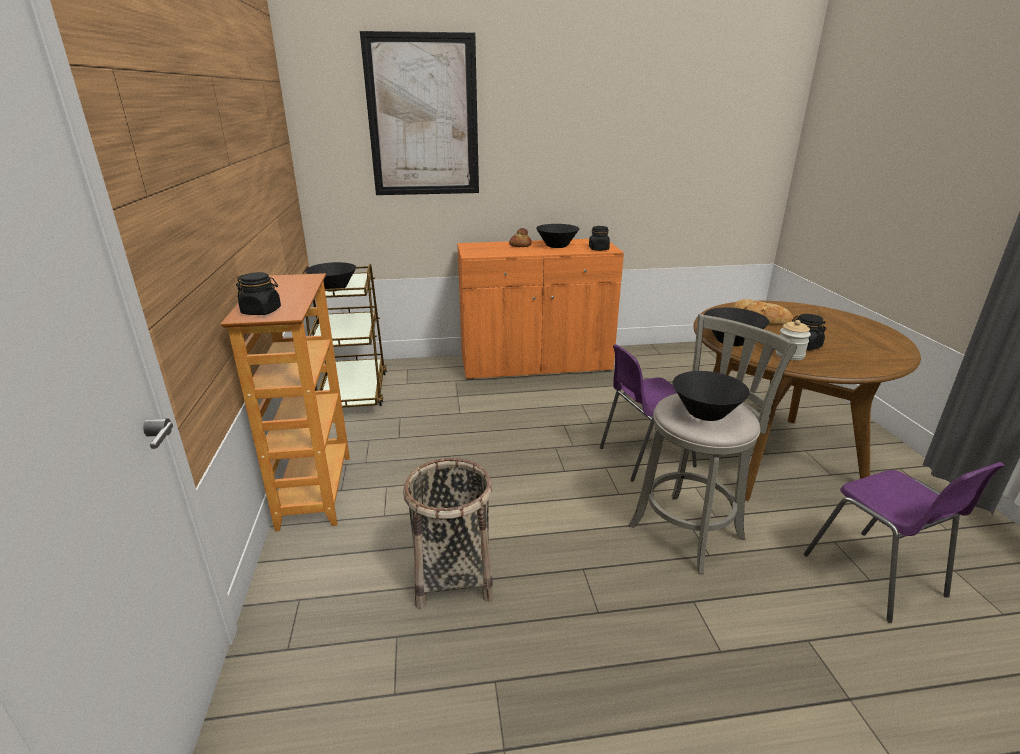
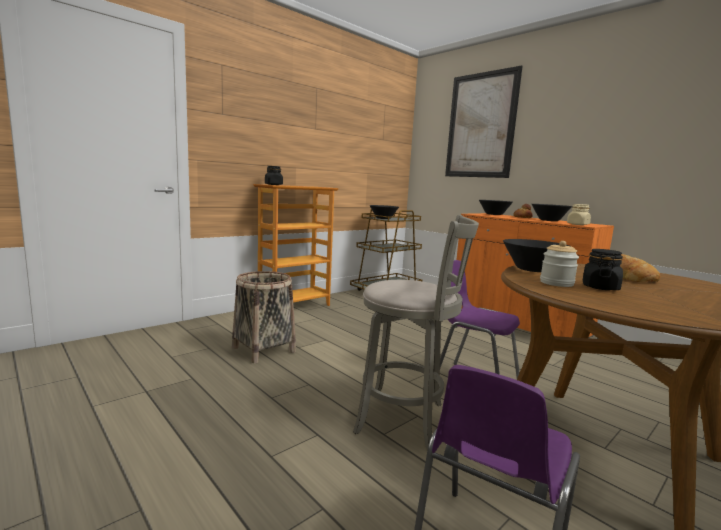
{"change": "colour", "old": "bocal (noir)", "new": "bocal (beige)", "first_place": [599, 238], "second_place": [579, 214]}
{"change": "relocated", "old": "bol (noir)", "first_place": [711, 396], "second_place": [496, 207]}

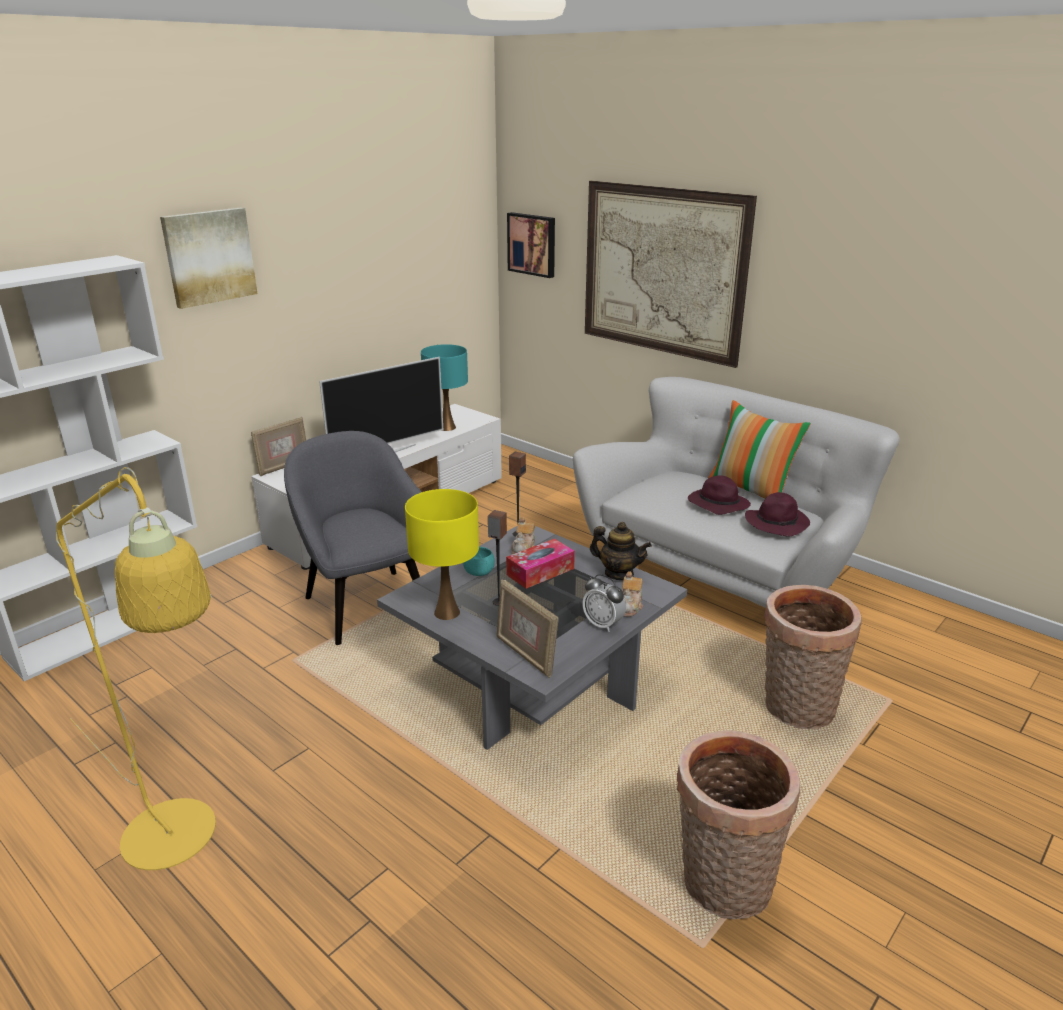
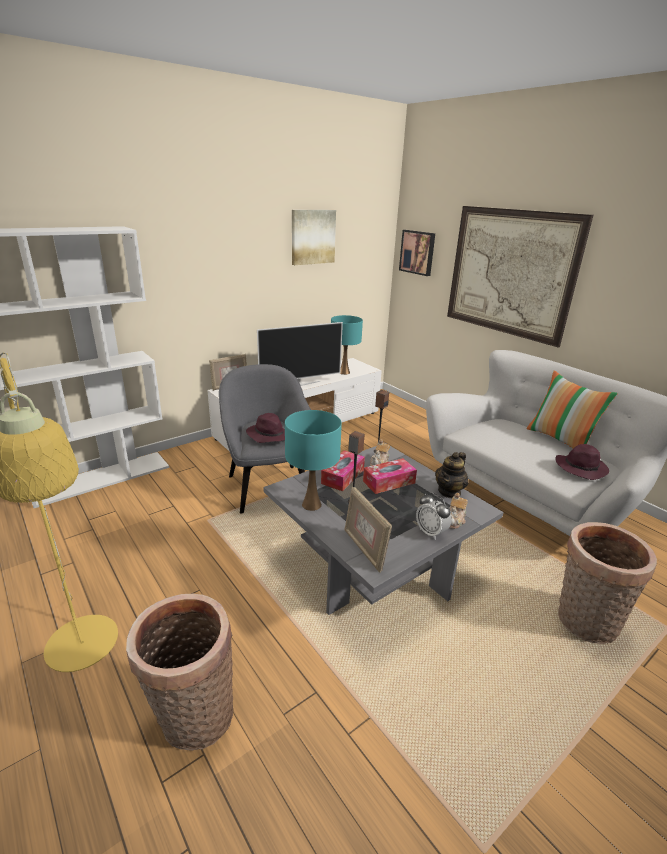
{"change": "relocated", "old": "tableau", "first_place": [208, 258], "second_place": [314, 237]}
{"change": "colour", "old": "lampe de table (jaune)", "new": "lampe de table (turquoise)", "first_place": [442, 554], "second_place": [313, 460]}
{"change": "exchanged", "old": "bol (turquoise)", "new": "boîte à mouchoirs", "first_place": [479, 561], "second_place": [343, 470]}
{"change": "spun", "old": "théière", "first_place": [621, 551], "second_place": [452, 475], "degrees": 90}
{"change": "relocated", "old": "panier", "first_place": [738, 824], "second_place": [179, 672]}
{"change": "relocated", "old": "chapeau (violet)", "first_place": [719, 495], "second_place": [265, 428]}

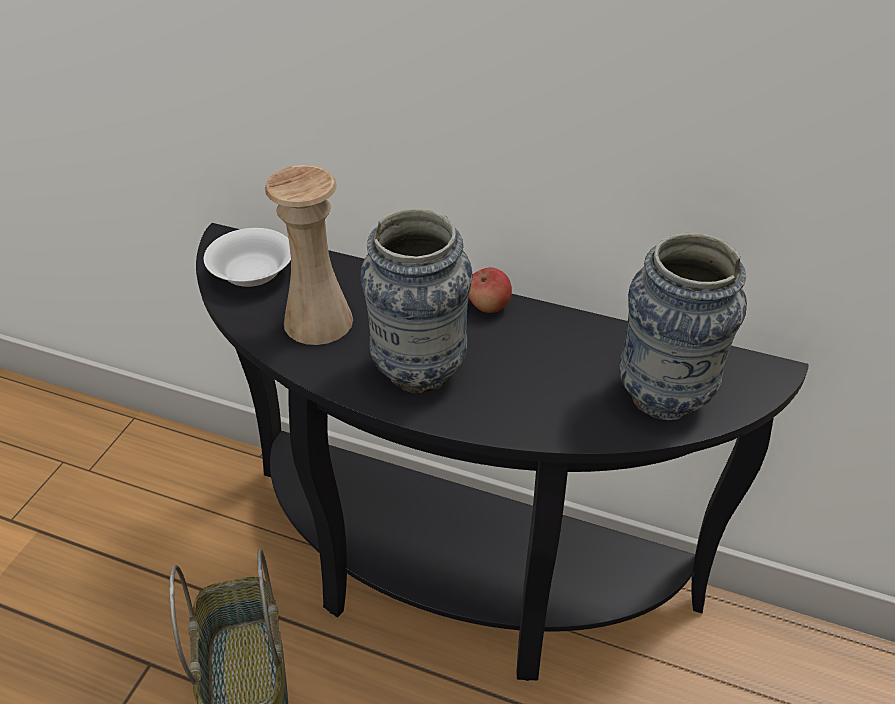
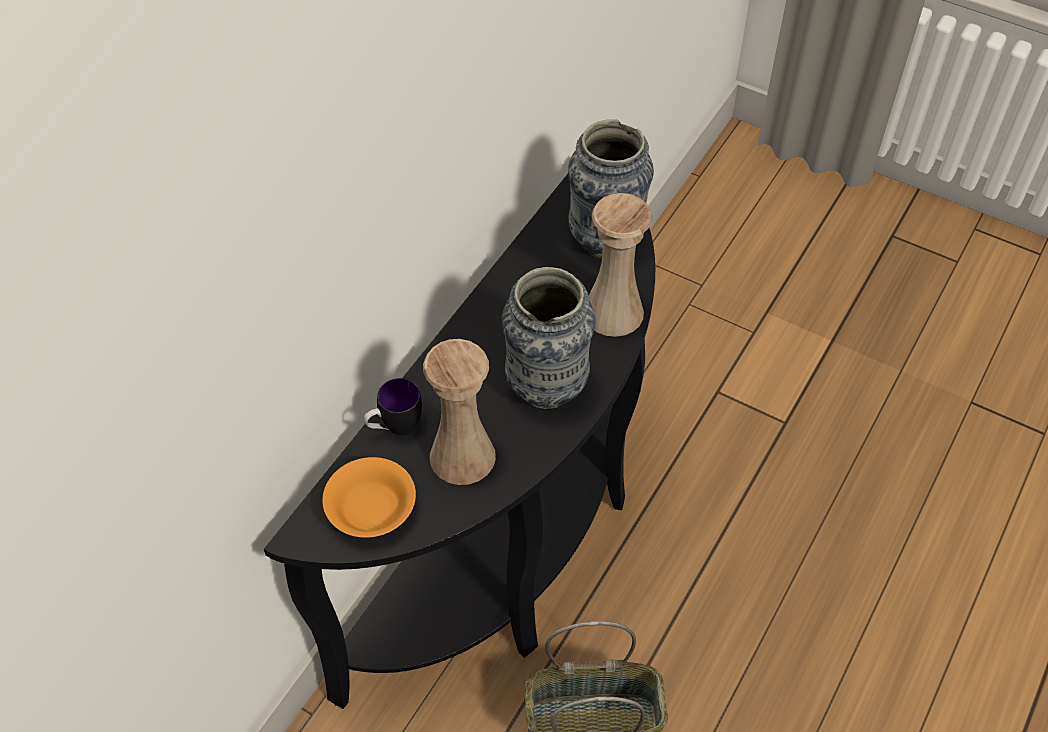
{"change": "colour", "old": "bol (blanc)", "new": "bol (orange)", "first_place": [247, 257], "second_place": [369, 497]}
{"change": "missing", "old": "pomme", "first_place": [490, 290]}
{"change": "appeared", "new": "mug", "second_place": [392, 406]}
{"change": "appeared", "new": "vase (beige)", "second_place": [620, 265]}

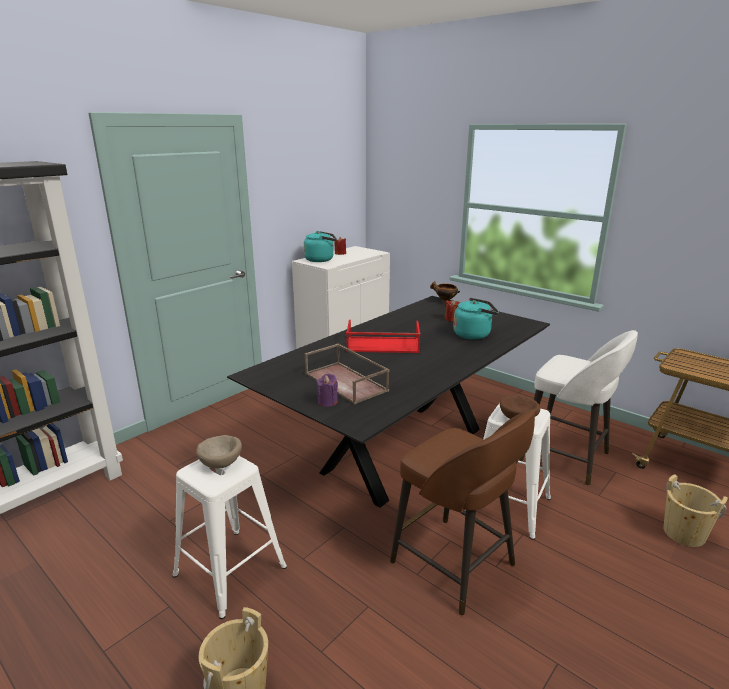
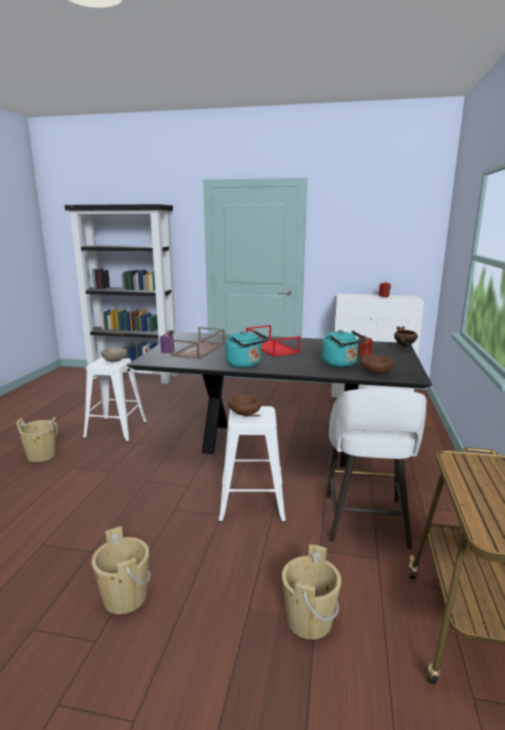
{"change": "relocated", "old": "bouilloire (turquoise)", "first_place": [320, 246], "second_place": [246, 349]}
{"change": "missing", "old": "tabouret (marron)", "first_place": [462, 512]}
{"change": "appeared", "new": "seau (beige)", "second_place": [121, 570]}
{"change": "appeared", "new": "bol (marron)", "second_place": [377, 364]}

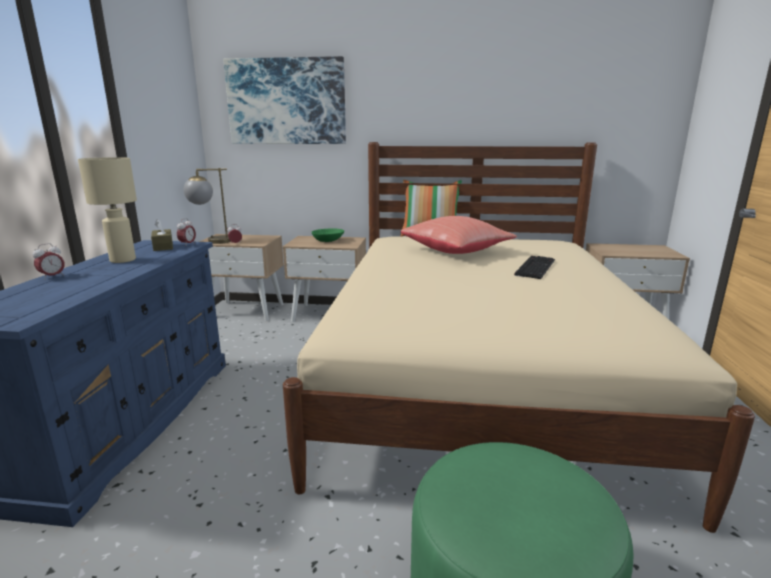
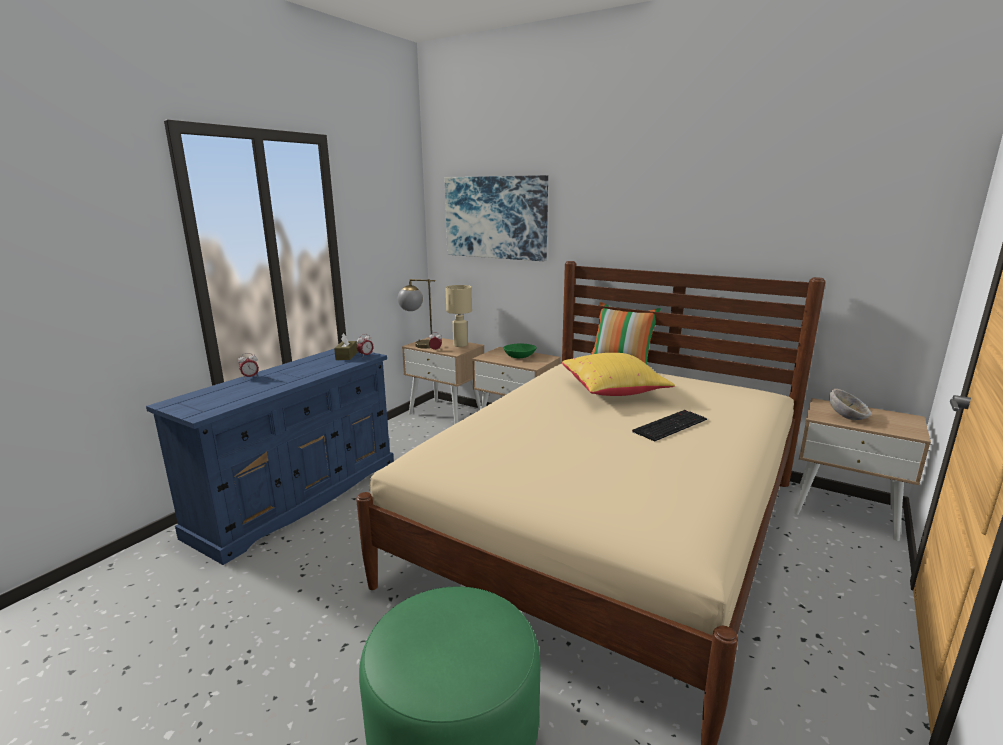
{"change": "relocated", "old": "lampe de table (beige)", "first_place": [107, 210], "second_place": [459, 316]}
{"change": "colour", "old": "coussin (rouge)", "new": "coussin (jaune)", "first_place": [459, 235], "second_place": [618, 374]}
{"change": "appeared", "new": "bol", "second_place": [850, 404]}

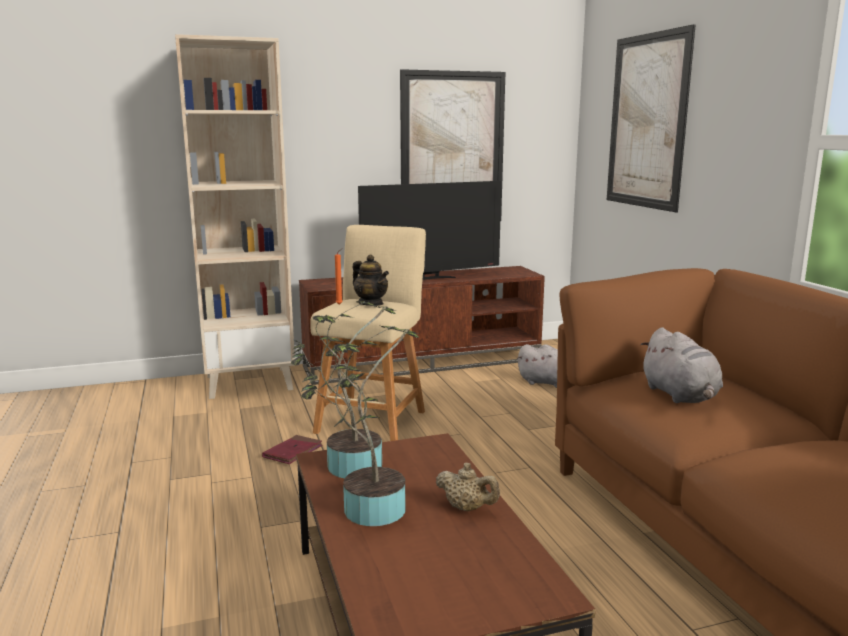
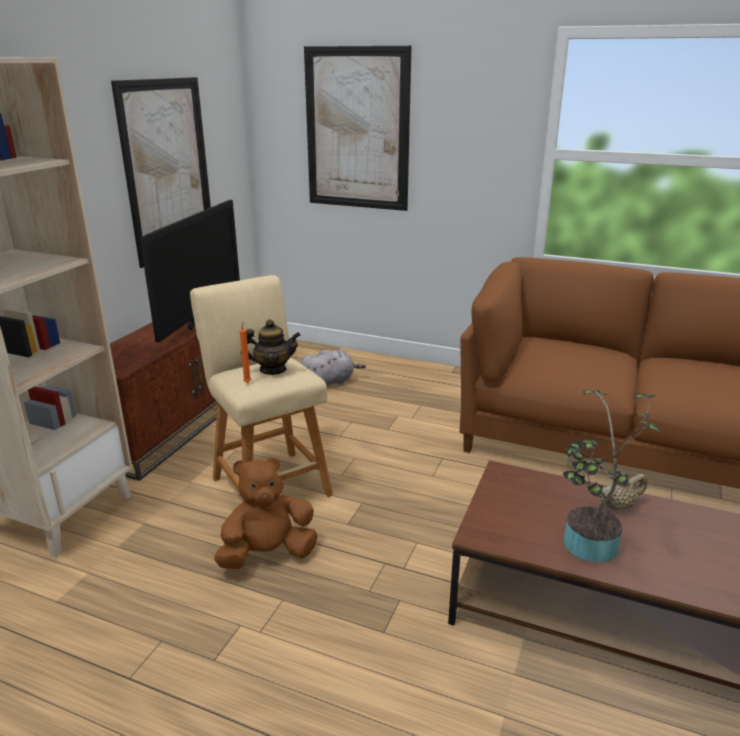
{"change": "exchanged", "old": "livre (rouge)", "new": "peluche (marron)", "first_place": [292, 449], "second_place": [266, 513]}
{"change": "missing", "old": "plante en pot", "first_place": [343, 389]}
{"change": "missing", "old": "peluche (gris)", "first_place": [681, 365]}

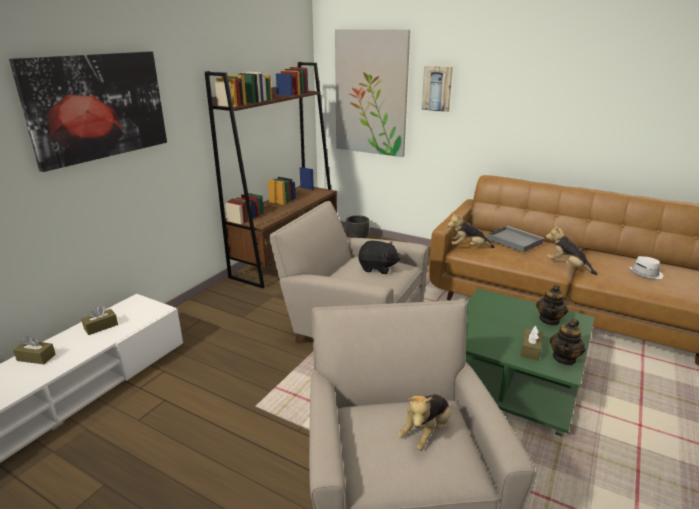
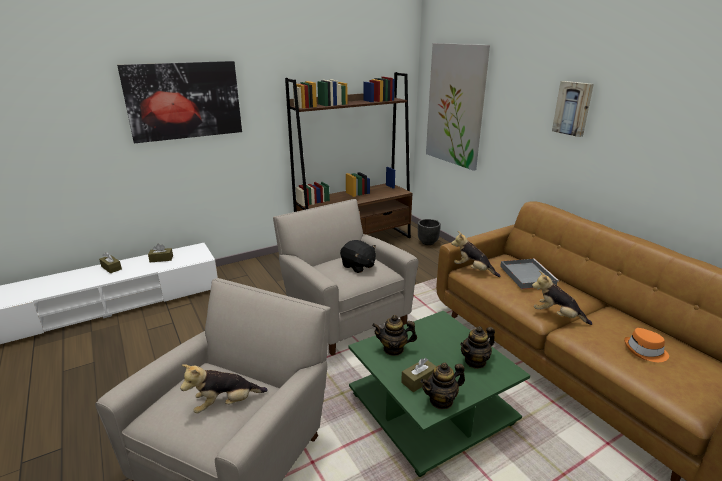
{"change": "relocated", "old": "tableau", "first_place": [437, 89], "second_place": [573, 109]}
{"change": "spun", "old": "peluche", "first_place": [571, 249], "second_place": [562, 298], "degrees": -45}
{"change": "colour", "old": "chapeau (blanc)", "new": "chapeau (orange)", "first_place": [646, 267], "second_place": [646, 345]}
{"change": "appeared", "new": "théière", "second_place": [394, 335]}

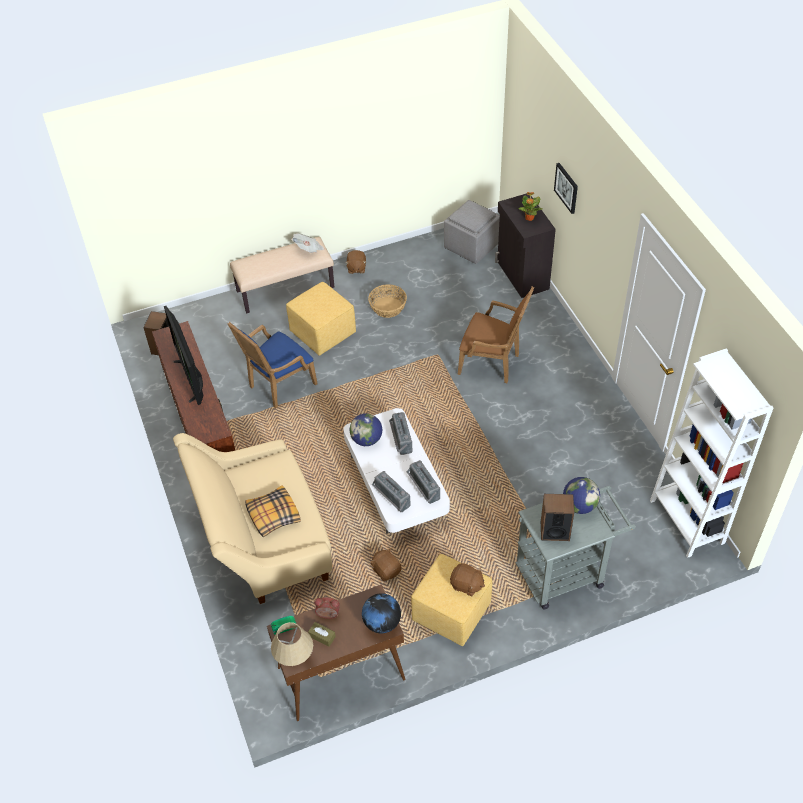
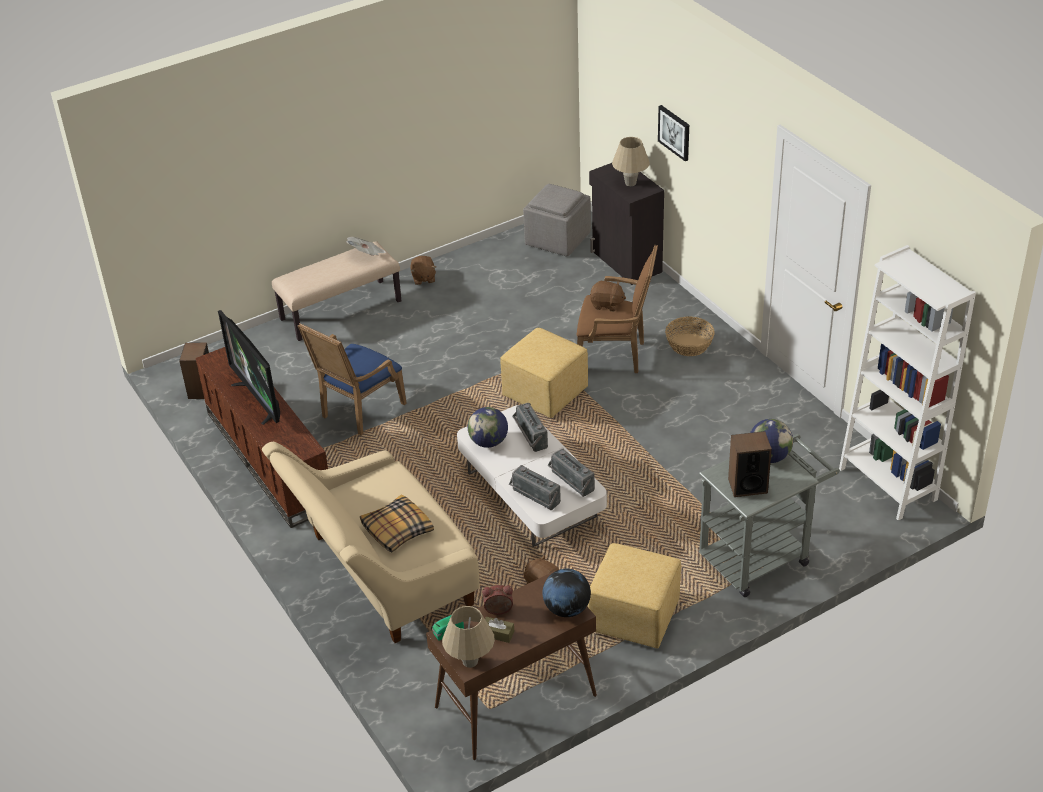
{"change": "relocated", "old": "pouf (jaune)", "first_place": [321, 319], "second_place": [544, 373]}
{"change": "relocated", "old": "panier", "first_place": [387, 301], "second_place": [690, 336]}
{"change": "relocated", "old": "peluche (marron)", "first_place": [467, 579], "second_place": [608, 296]}
{"change": "exchanged", "old": "plante en pot", "new": "lampe de table (beige)", "first_place": [531, 206], "second_place": [631, 161]}

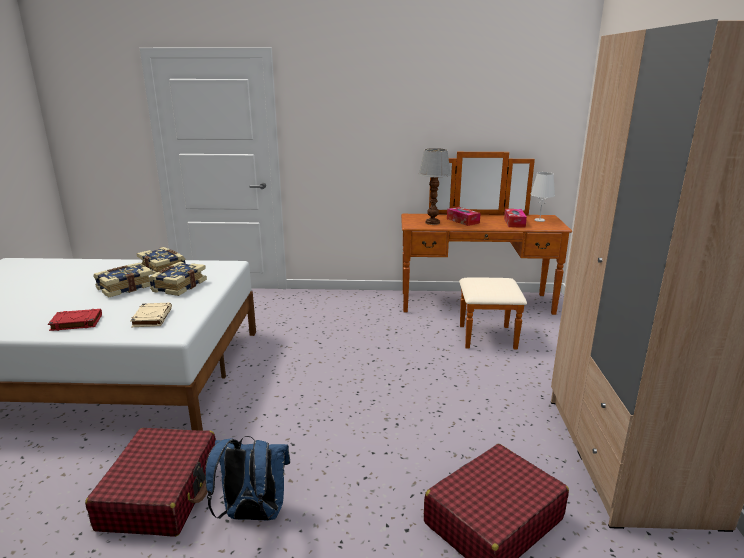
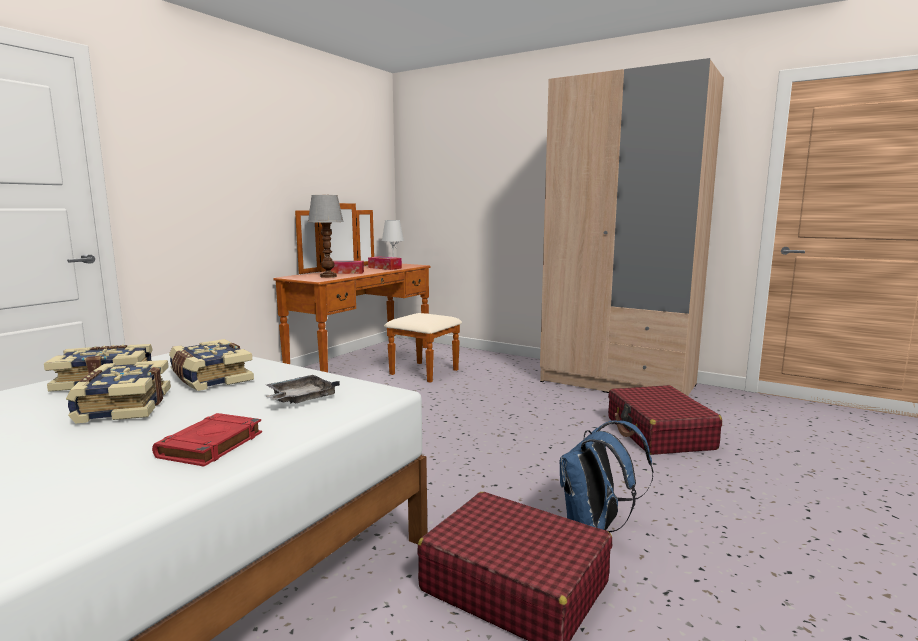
{"change": "exchanged", "old": "livre (beige)", "new": "plateau (gris)", "first_place": [151, 315], "second_place": [303, 389]}

